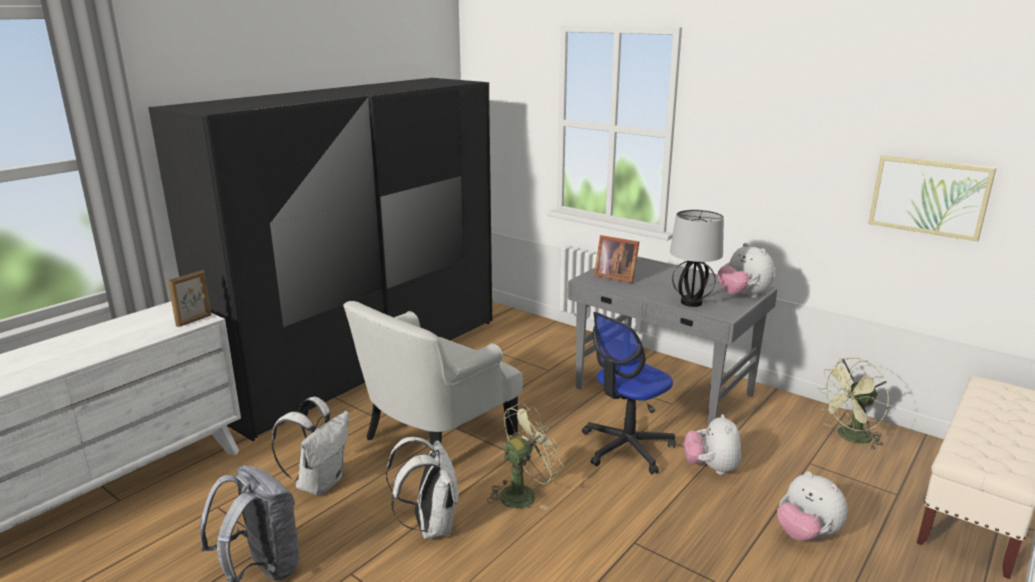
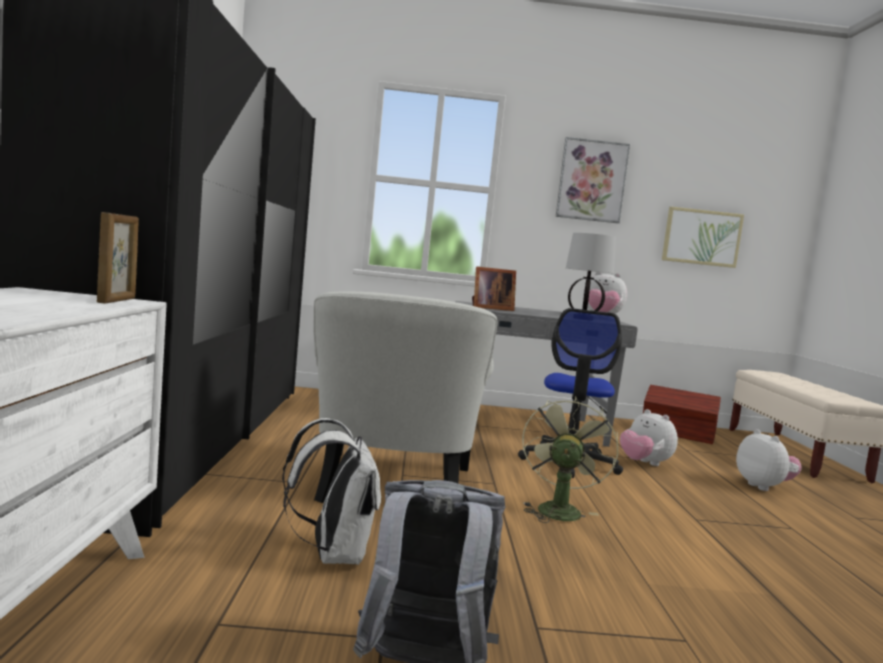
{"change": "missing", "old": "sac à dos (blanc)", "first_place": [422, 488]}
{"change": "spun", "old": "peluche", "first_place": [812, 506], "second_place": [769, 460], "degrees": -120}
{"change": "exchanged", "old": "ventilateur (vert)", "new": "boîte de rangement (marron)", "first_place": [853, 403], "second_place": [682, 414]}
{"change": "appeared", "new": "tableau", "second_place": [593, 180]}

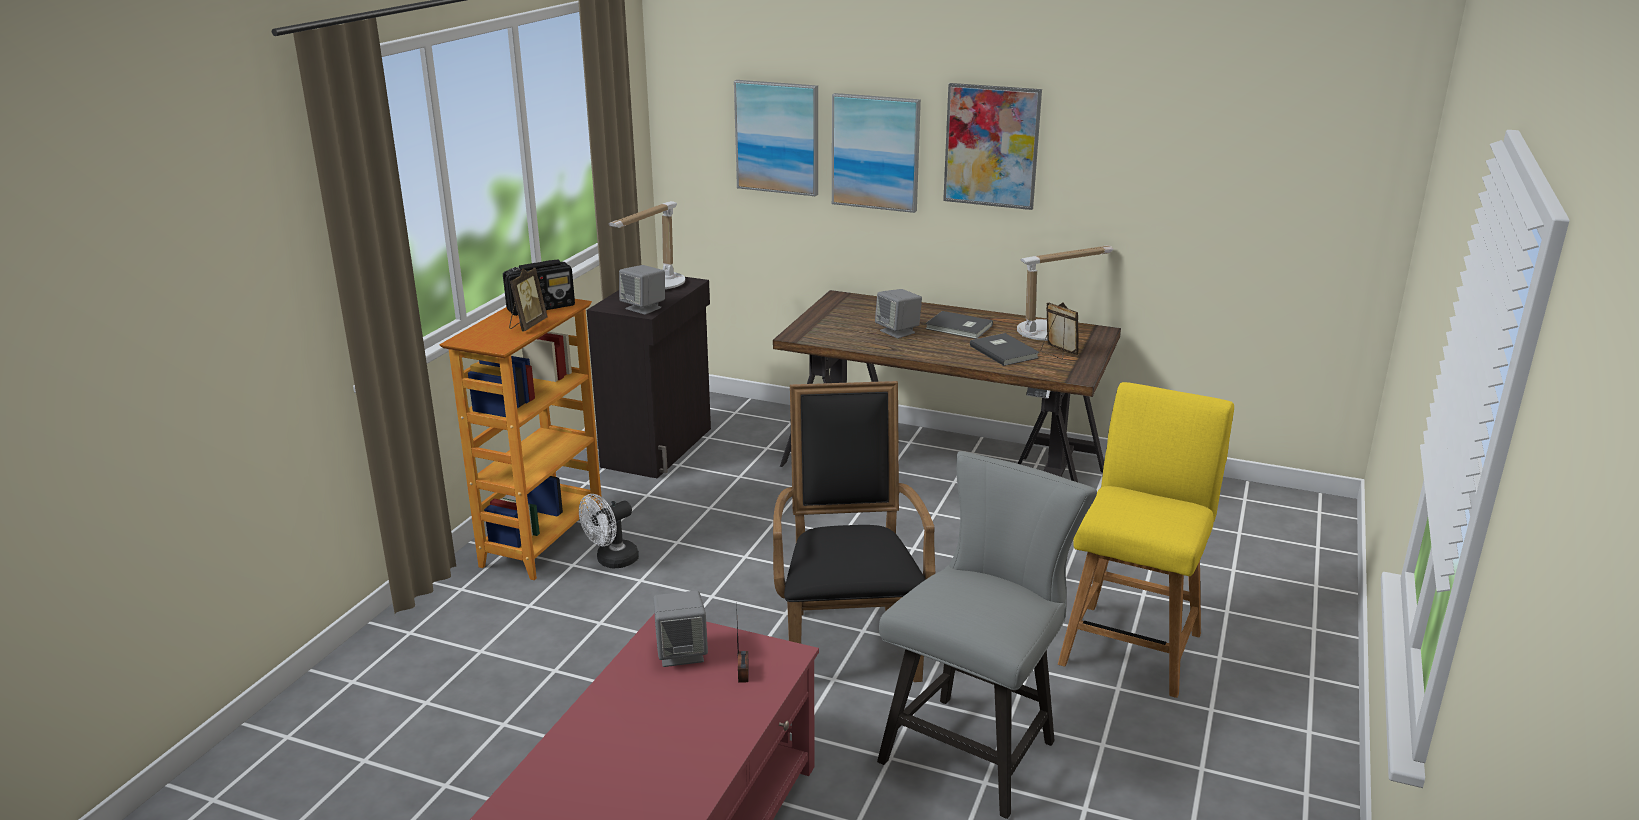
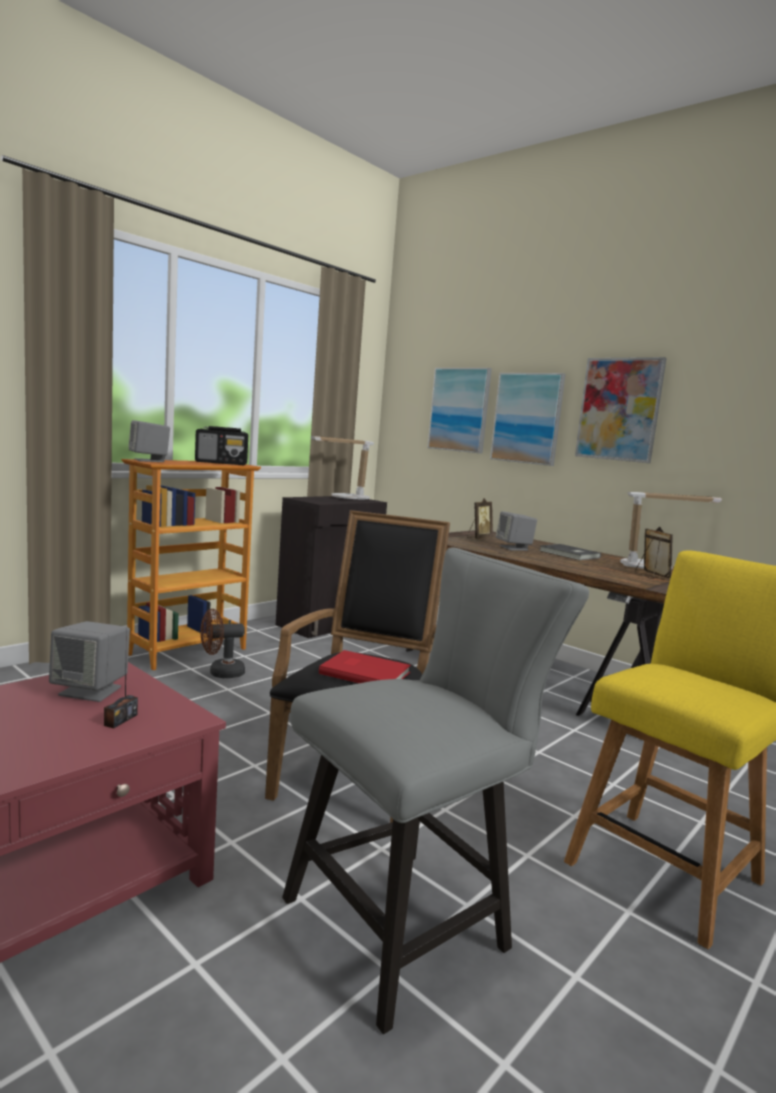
{"change": "relocated", "old": "cadre photo", "first_place": [528, 299], "second_place": [480, 518]}
{"change": "colour", "old": "ventilateur (blanc)", "new": "ventilateur (marron)", "first_place": [609, 531], "second_place": [222, 643]}
{"change": "relocated", "old": "enceinte (gris)", "first_place": [642, 290], "second_place": [149, 441]}
{"change": "missing", "old": "livre (gris)", "first_place": [1005, 349]}
{"change": "appeared", "new": "livre (rouge)", "second_place": [365, 666]}

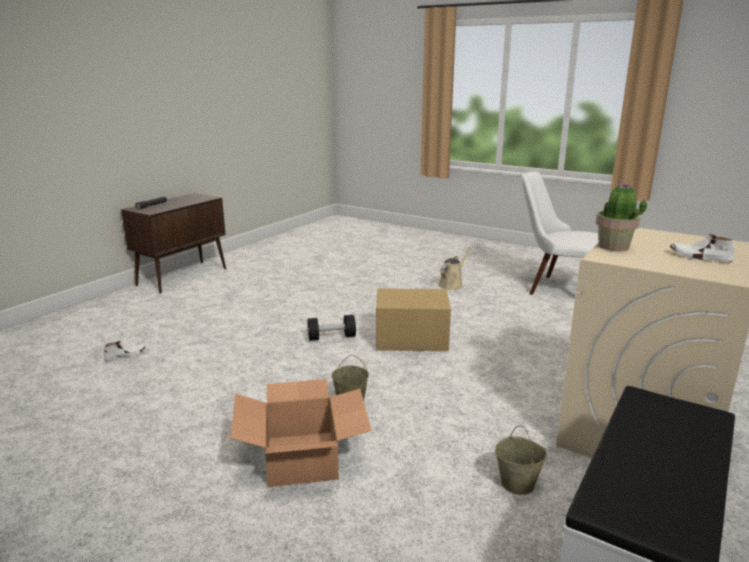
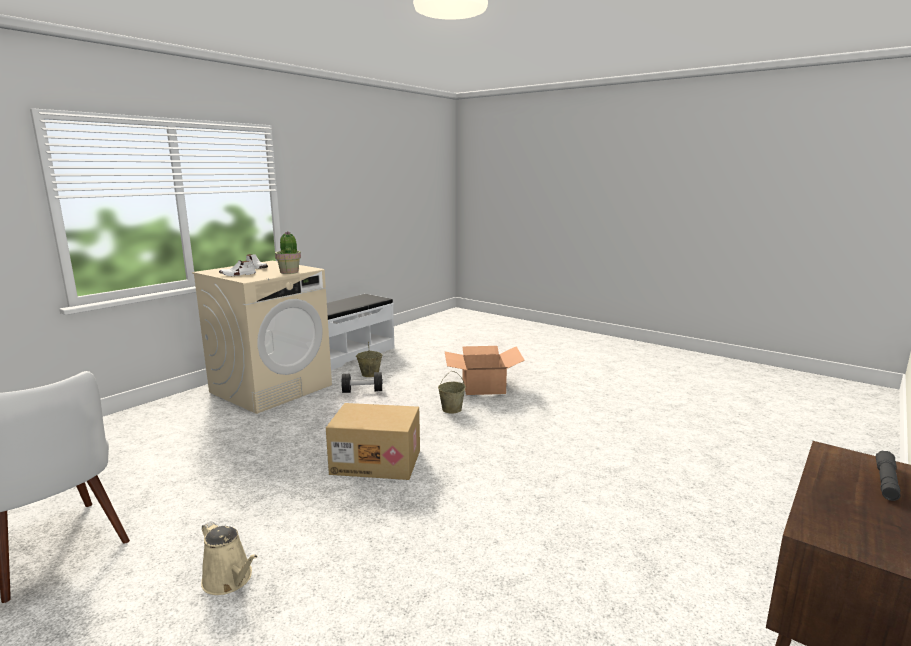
{"change": "relocated", "old": "chaussure (blanc)", "first_place": [124, 351], "second_place": [237, 268]}
{"change": "relocated", "old": "haltère (noir)", "first_place": [331, 328], "second_place": [362, 382]}
{"change": "spun", "old": "arrosoir (beige)", "first_place": [454, 268], "second_place": [229, 558], "degrees": -90}

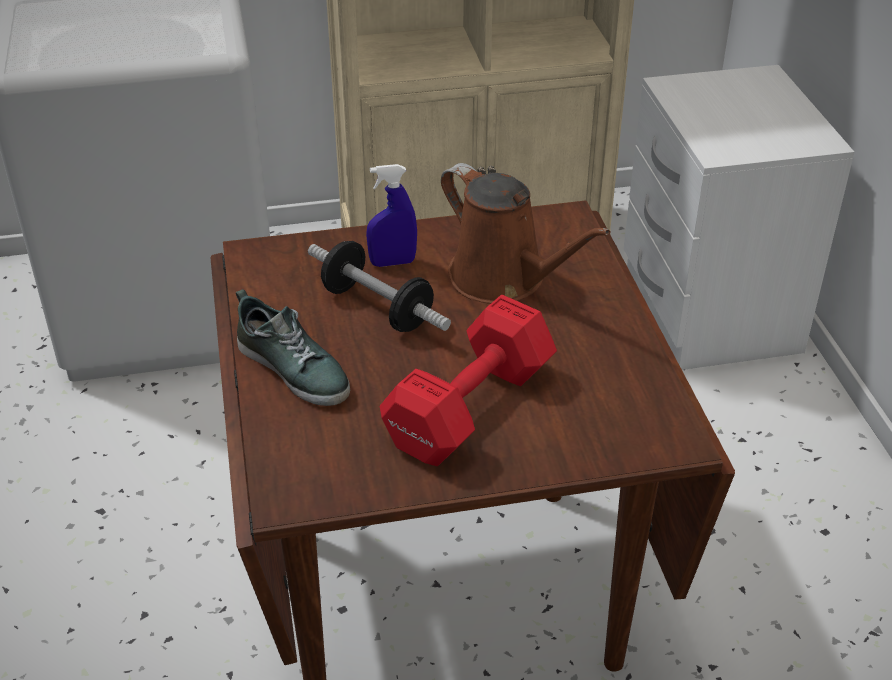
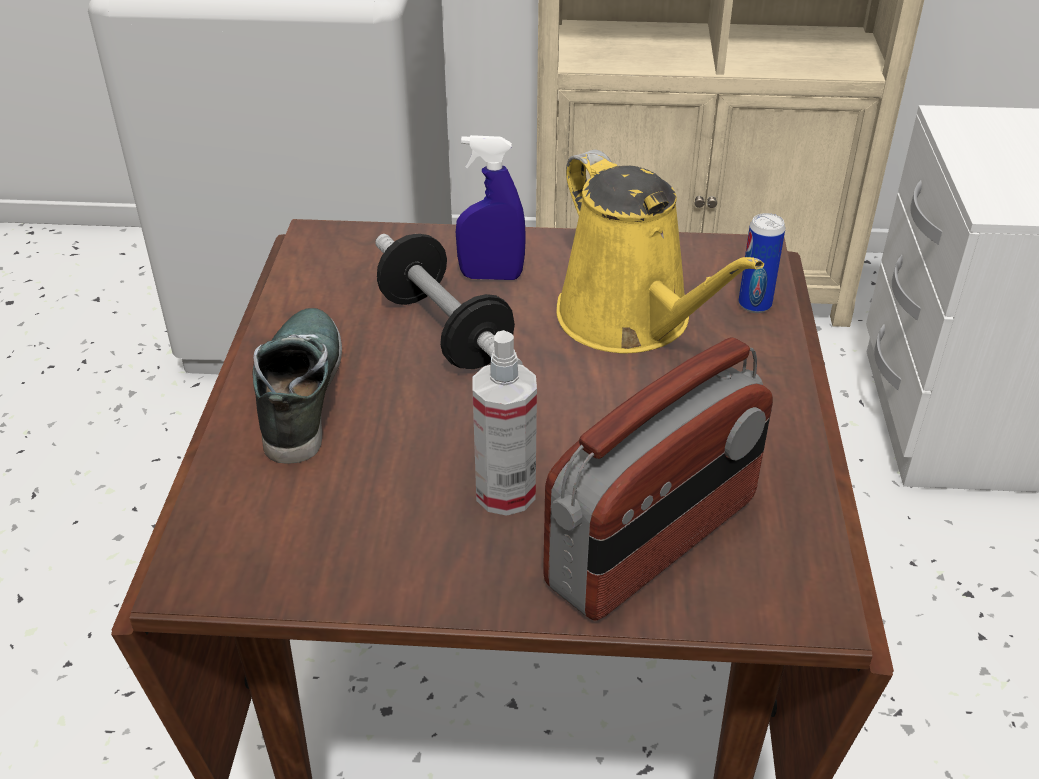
{"change": "spun", "old": "chaussure", "first_place": [293, 347], "second_place": [297, 386], "degrees": -150}
{"change": "exchanged", "old": "haltère (rouge)", "new": "vaporisateur", "first_place": [468, 380], "second_place": [504, 423]}
{"change": "colour", "old": "arrosoir (marron)", "new": "arrosoir (jaune)", "first_place": [525, 233], "second_place": [660, 251]}
{"change": "appeared", "new": "radio", "second_place": [658, 478]}
{"change": "appeared", "new": "boîte métallique", "second_place": [762, 263]}

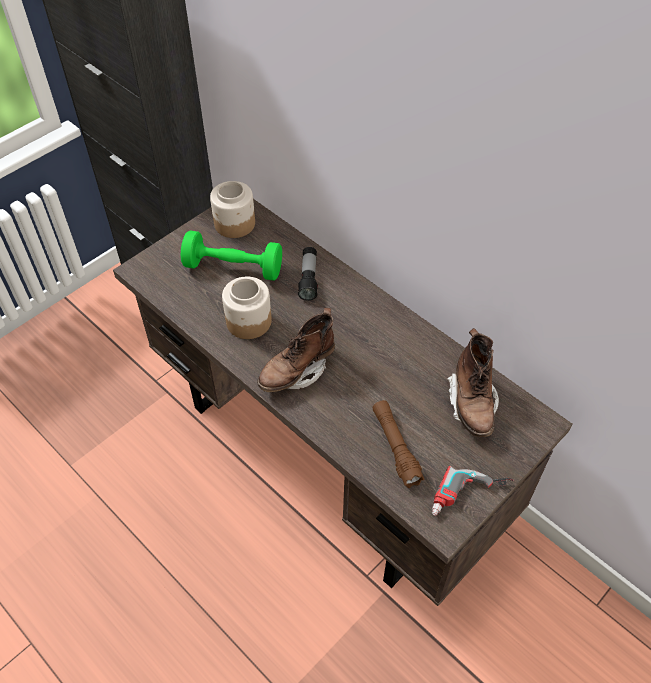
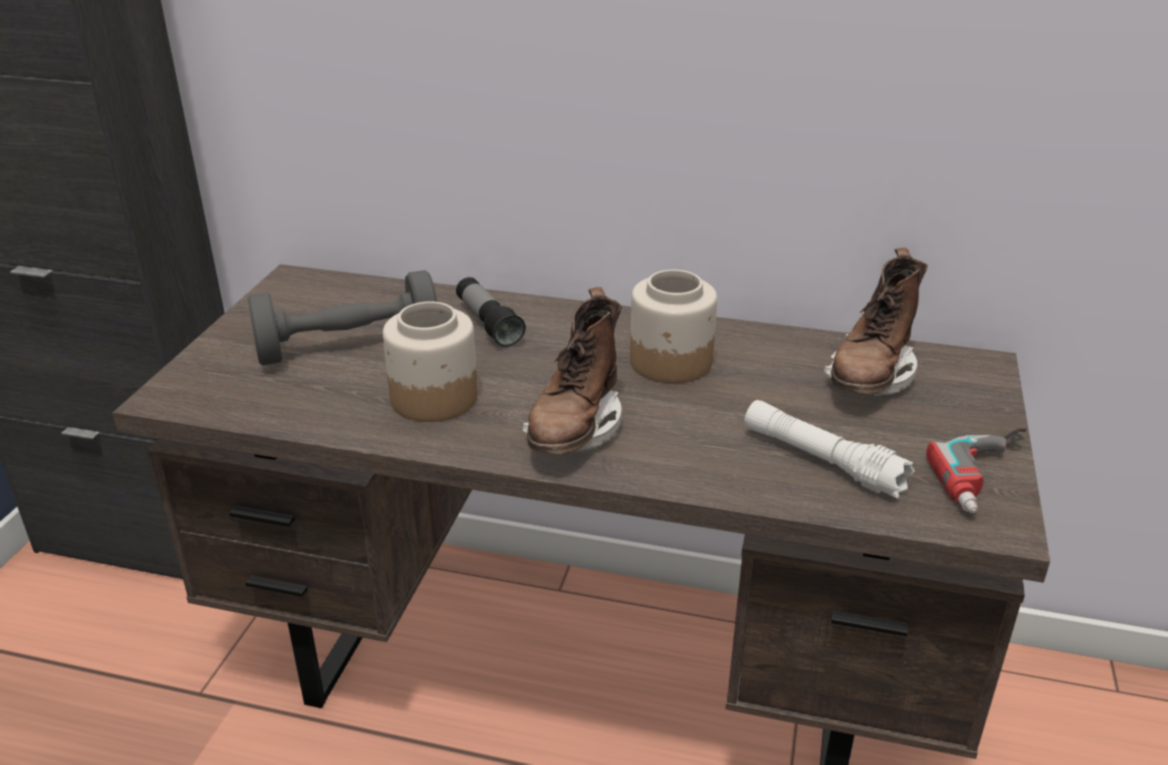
{"change": "colour", "old": "haltère (vert)", "new": "haltère (gris)", "first_place": [231, 255], "second_place": [342, 317]}
{"change": "relocated", "old": "bocal", "first_place": [232, 209], "second_place": [673, 326]}
{"change": "colour", "old": "lampe de poche (marron)", "new": "lampe de poche (blanc)", "first_place": [399, 444], "second_place": [830, 449]}
{"change": "spun", "old": "botte (marron)", "first_place": [473, 382], "second_place": [876, 322], "degrees": 60}

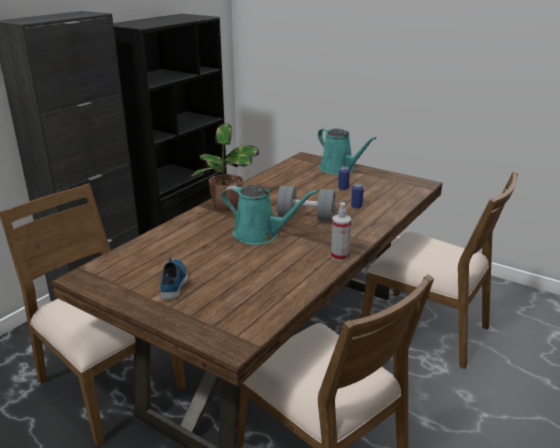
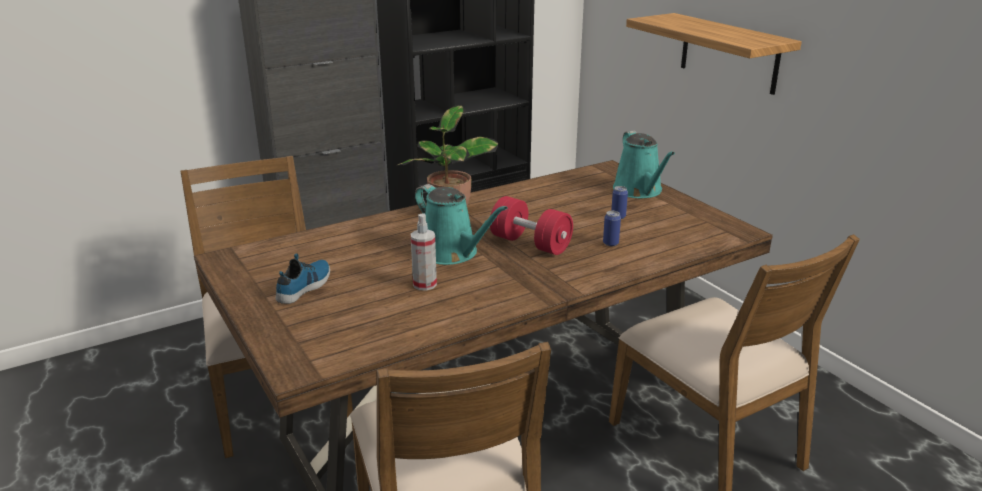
{"change": "colour", "old": "haltère (gris)", "new": "haltère (rouge)", "first_place": [306, 203], "second_place": [531, 225]}
{"change": "relocated", "old": "vaporisateur", "first_place": [341, 231], "second_place": [424, 252]}
{"change": "appeared", "new": "étagère", "second_place": [714, 54]}

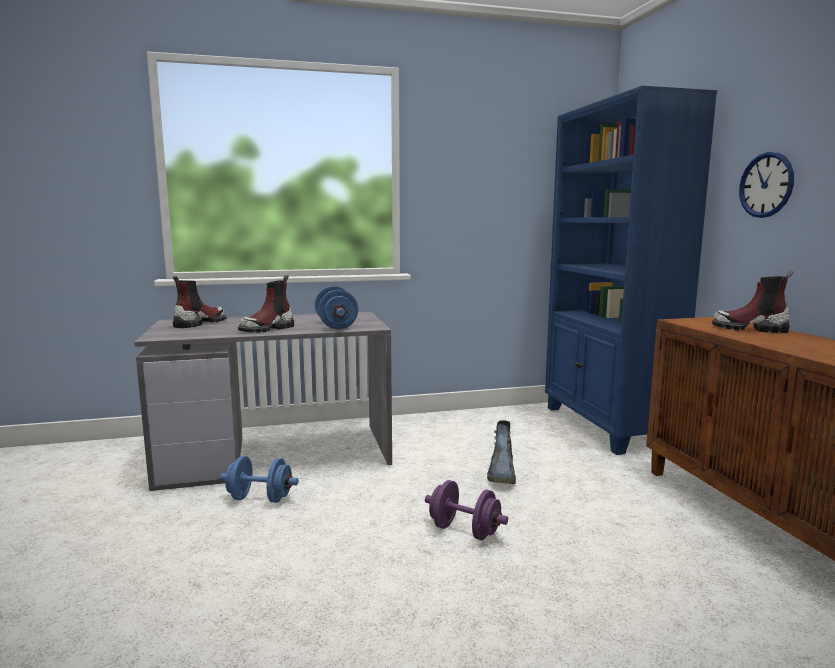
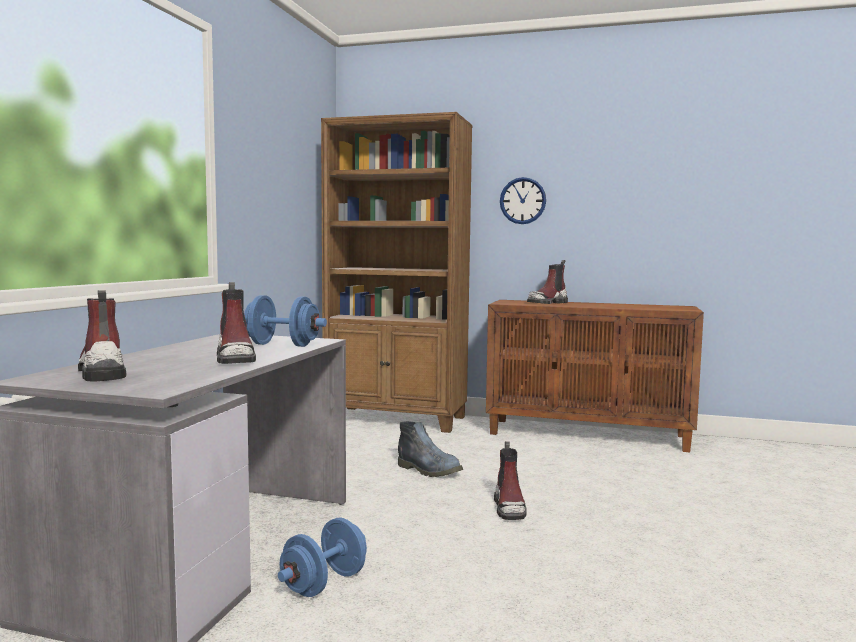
{"change": "exchanged", "old": "haltère (violet)", "new": "botte", "first_place": [466, 510], "second_place": [510, 480]}
{"change": "colour", "old": "bibliothèque (bleu)", "new": "bibliothèque (marron)", "first_place": [631, 270], "second_place": [396, 272]}

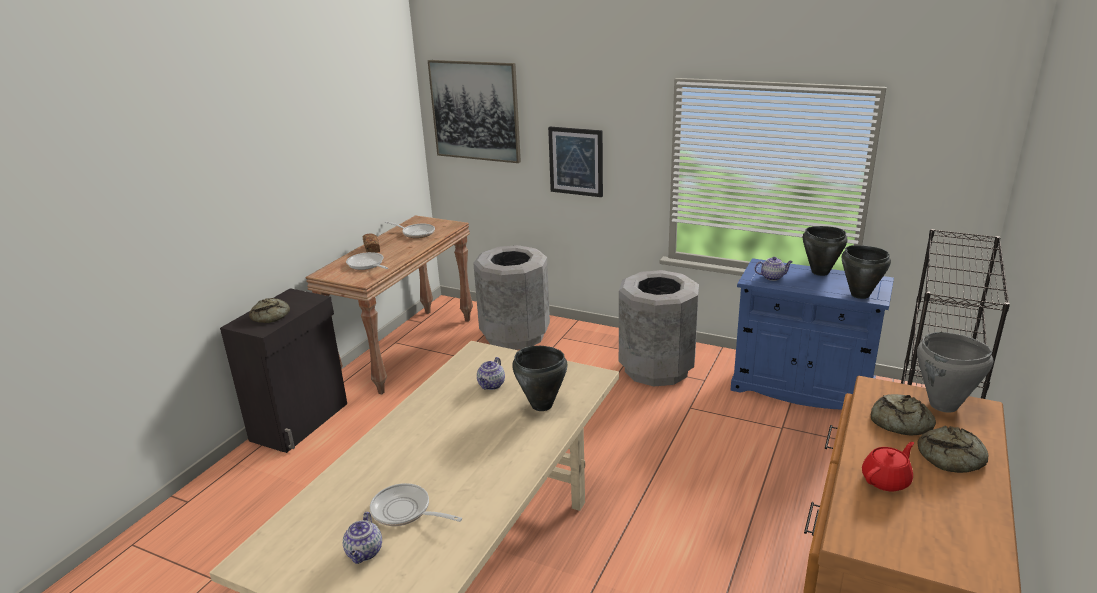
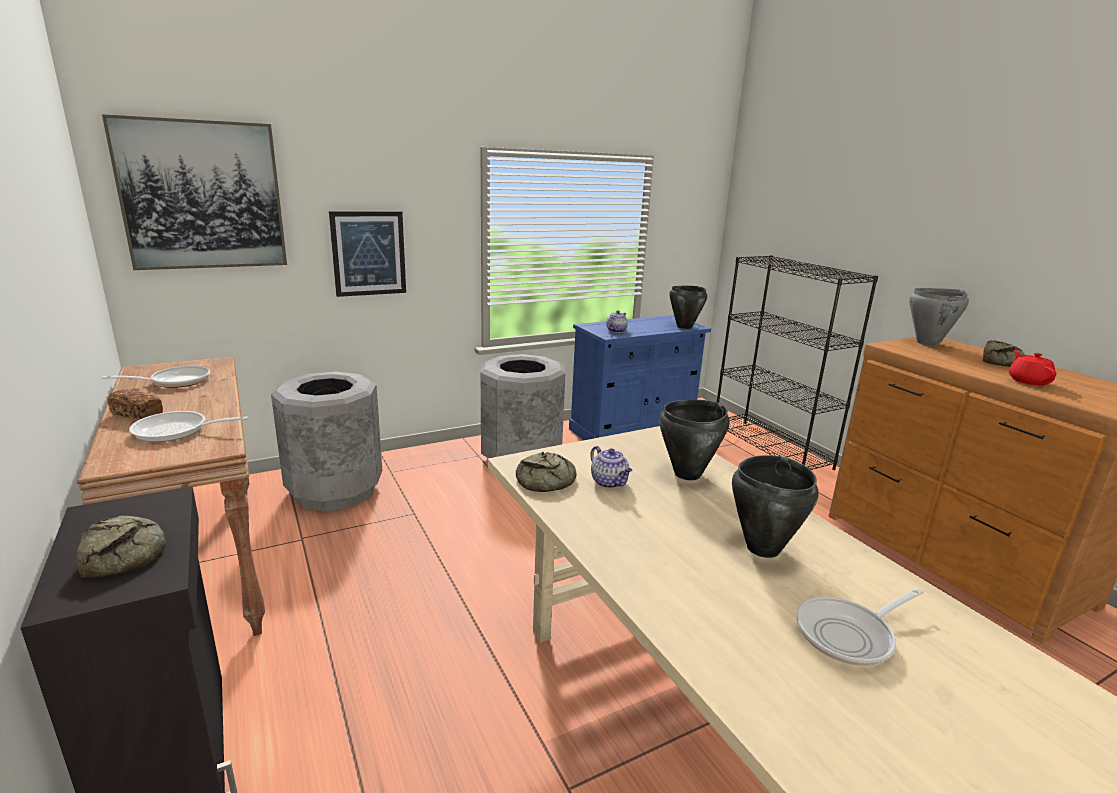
{"change": "missing", "old": "théière", "first_place": [362, 538]}
{"change": "relocated", "old": "marmite (noir)", "first_place": [825, 251], "second_place": [775, 506]}
{"change": "relocated", "old": "pain", "first_place": [903, 414], "second_place": [546, 471]}

